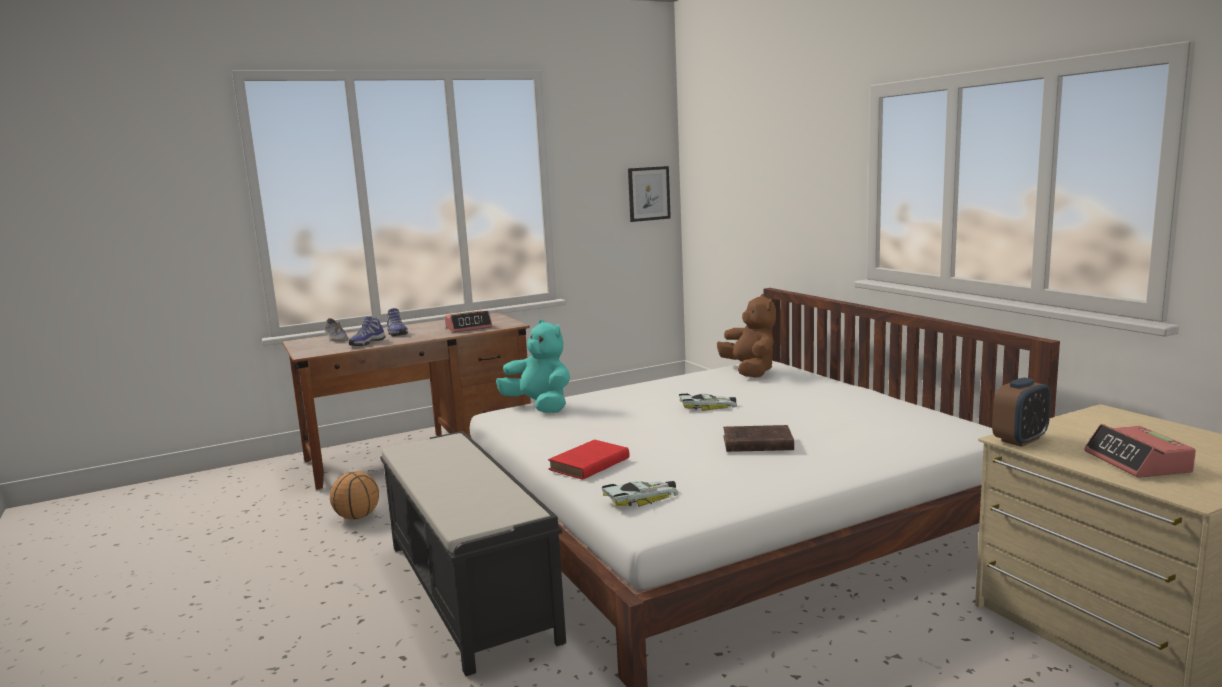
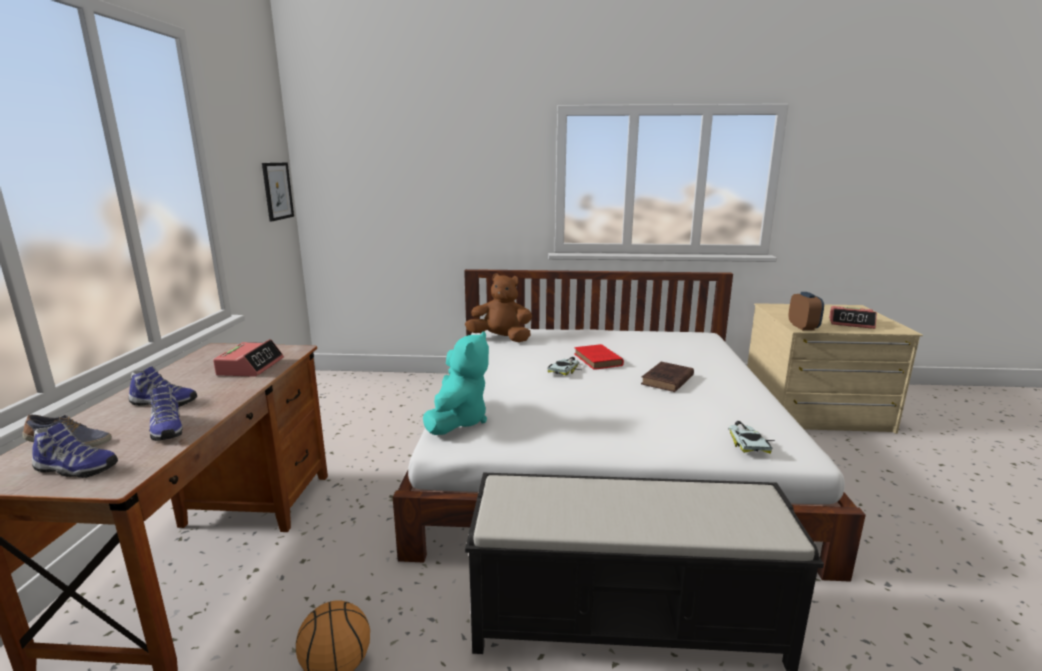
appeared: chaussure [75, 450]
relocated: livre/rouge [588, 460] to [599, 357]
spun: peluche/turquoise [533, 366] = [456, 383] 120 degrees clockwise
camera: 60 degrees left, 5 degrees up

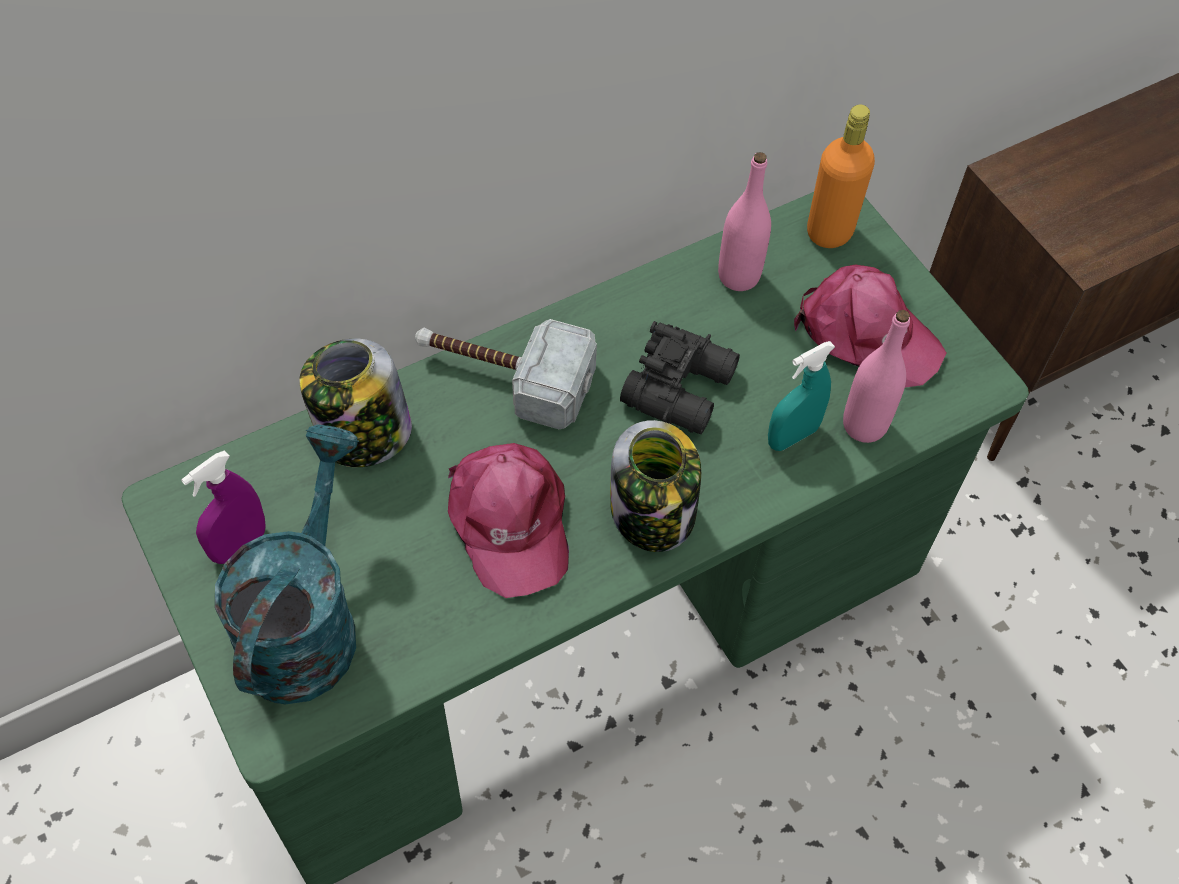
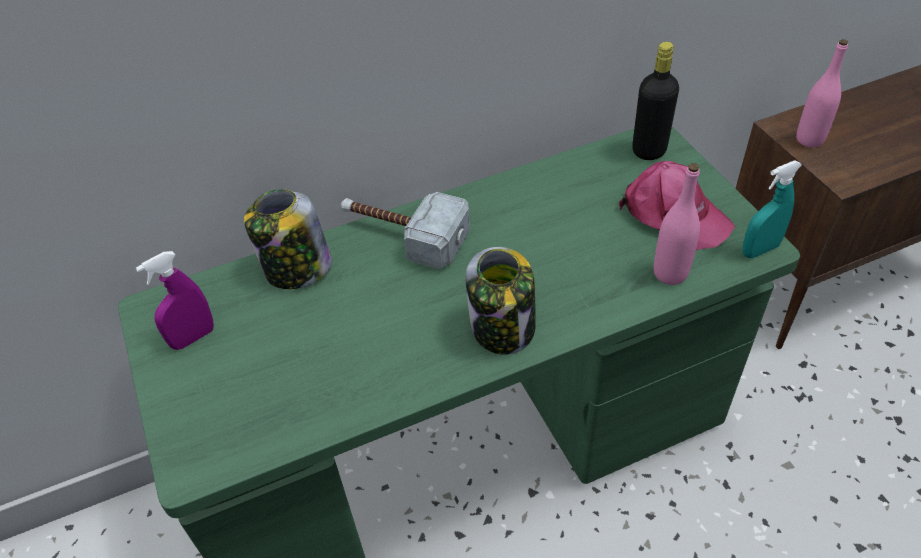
missing: arrosoir/turquoise [287, 564]; casquette/rose [508, 520]; jumelles/noir [680, 377]
relocated: bouteille/rose [744, 221] to [822, 93]; vaporisateur/turquoise [801, 396] to [772, 209]
colour: bouteille/orange [841, 176] to bouteille/noir [655, 101]
camera: 10 degrees right, 10 degrees down

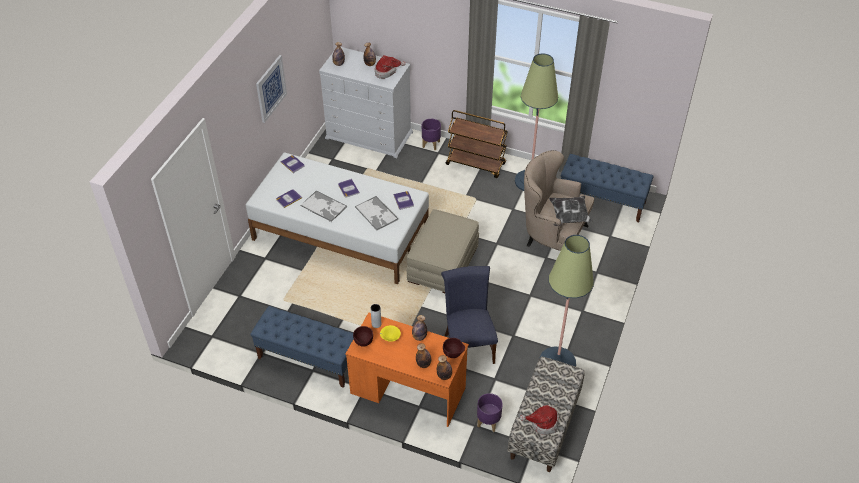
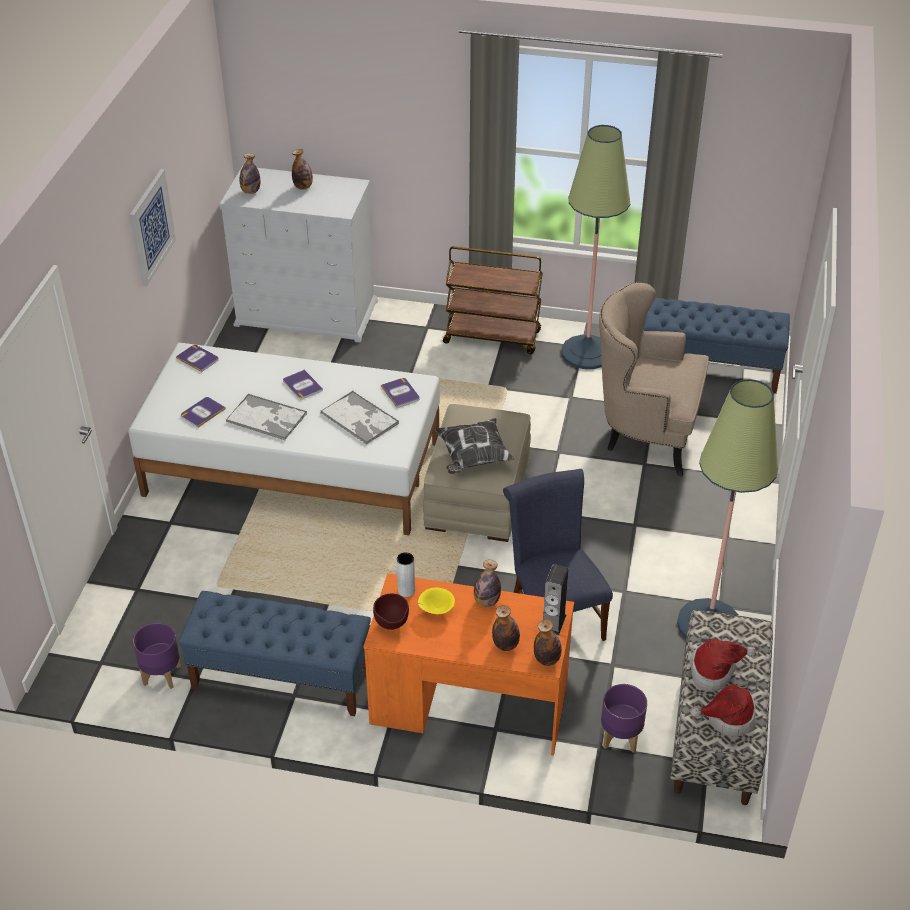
relocated: chapeau [390, 67] to [722, 665]; cache-pot/violet [431, 134] to [157, 656]; coussin [571, 211] to [475, 446]
exchanged: bol/marron [454, 348] to enceinte [555, 599]
camera: 10 degrees left, 5 degrees down

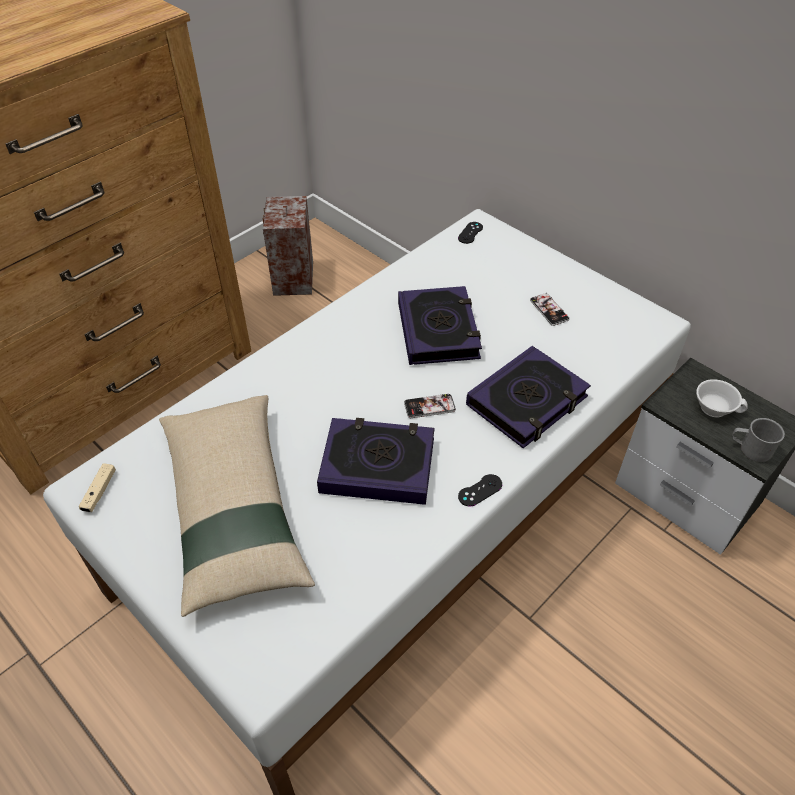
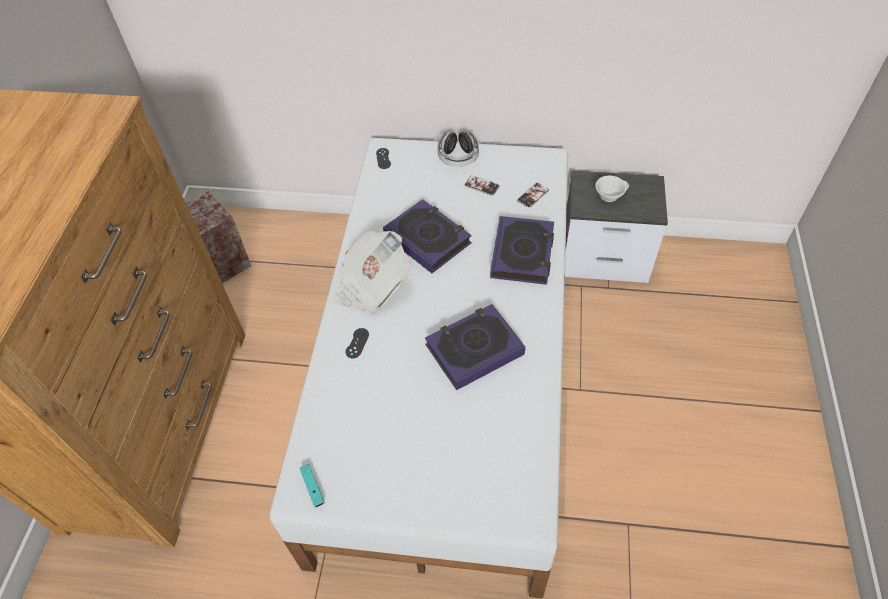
missing: coussin/beige [237, 506]; mug/gris [758, 440]
appeared: journal [372, 272]; casque audio [458, 149]
relocated: téléphone [430, 405] to [533, 195]; manette/noir [480, 490] to [357, 343]
colour: manette/beige [97, 487] to manette/turquoise [312, 486]
camera: 35 degrees left, 5 degrees up

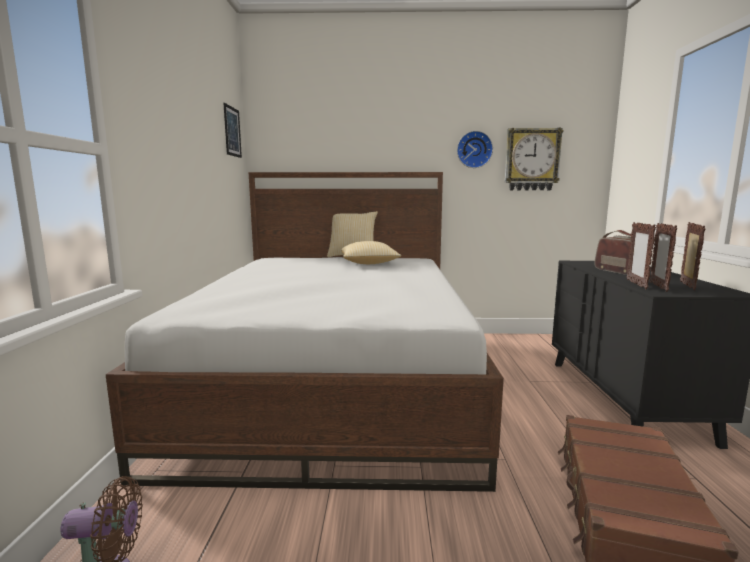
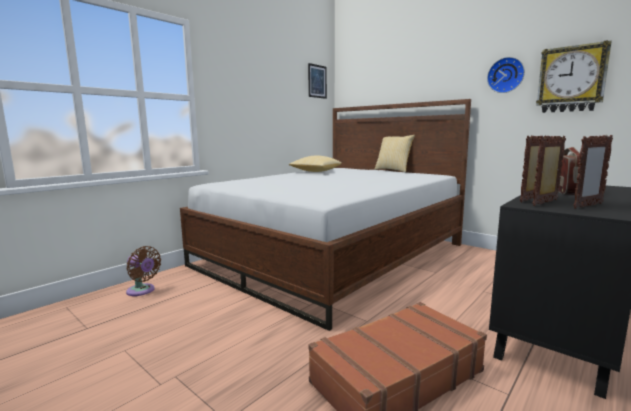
relocated: coussin [371, 252] to [315, 164]
camera: 40 degrees right, 0 degrees up

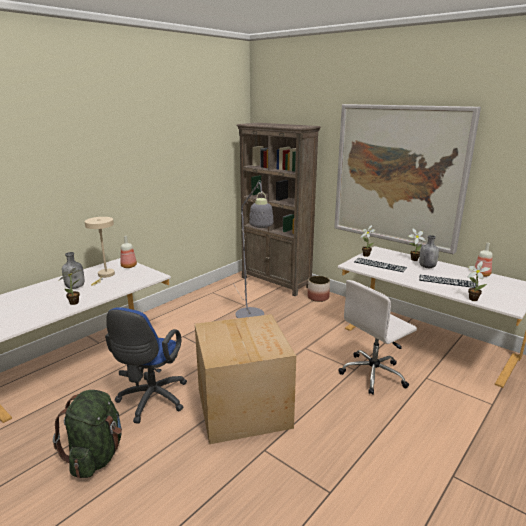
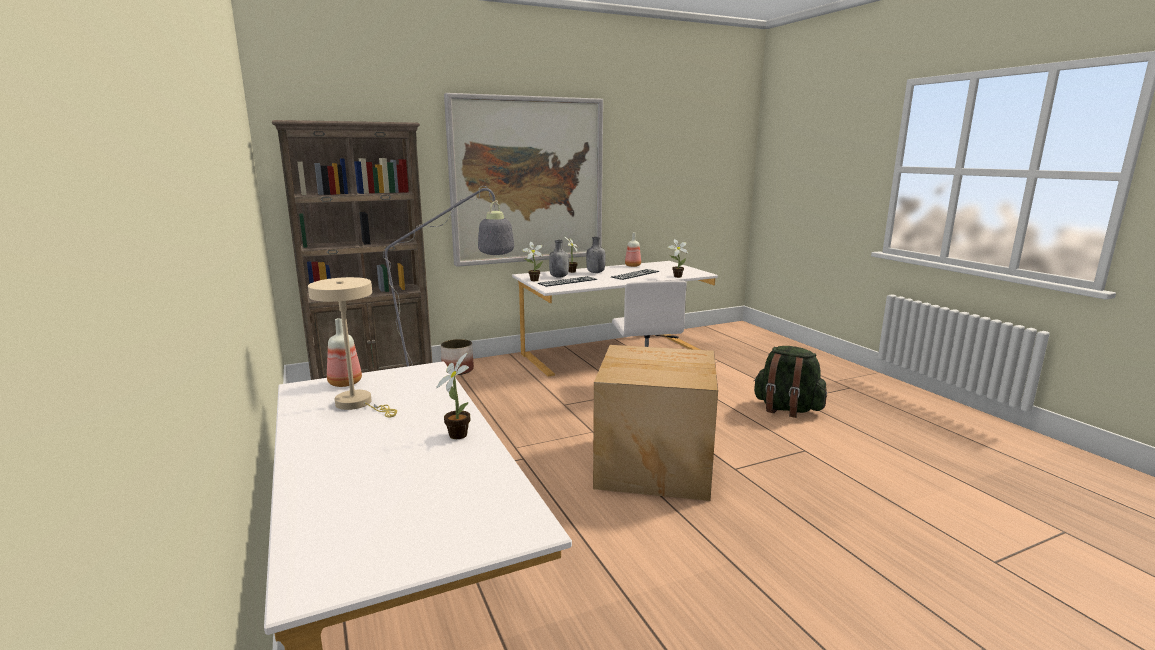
missing: chaise de bureau/bleu [146, 365]
relocated: sac à dos/vert [87, 434] to [790, 382]; bouteille/gris [73, 270] to [559, 259]
camera: 65 degrees left, 5 degrees down

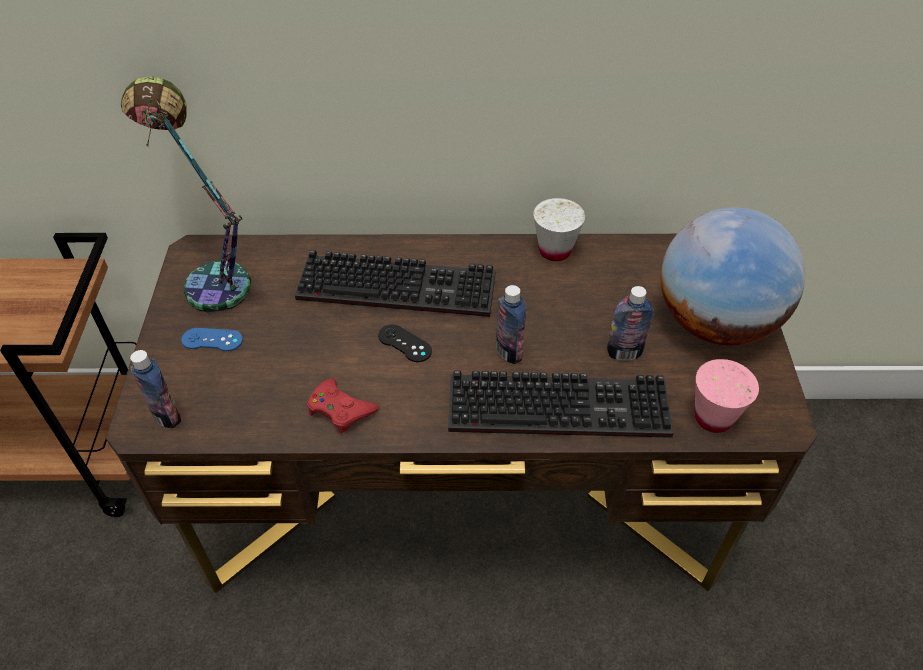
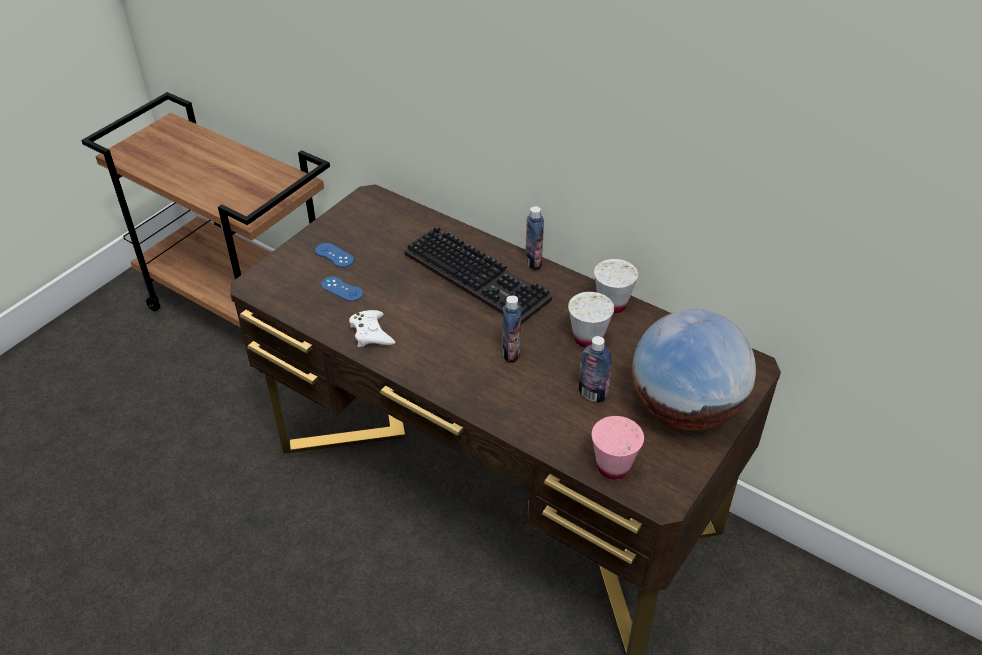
missing: lampe de table [186, 194]; manette/noir [405, 343]; clavier [561, 404]
appeared: manette/bleu [342, 288]; tasse/blanc [591, 320]
relocated: bouteille [155, 389] to [534, 238]
colour: manette/rouge [343, 406] to manette/blanc [372, 328]
camera: 35 degrees right, 5 degrees down

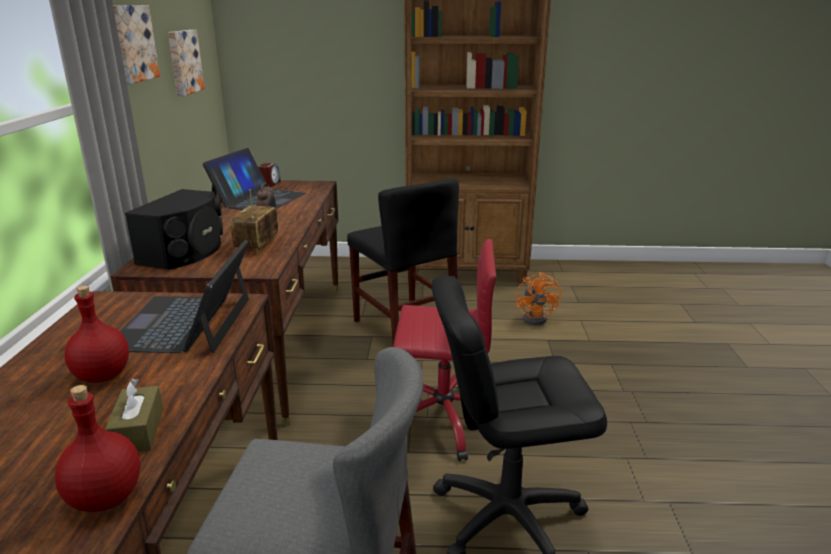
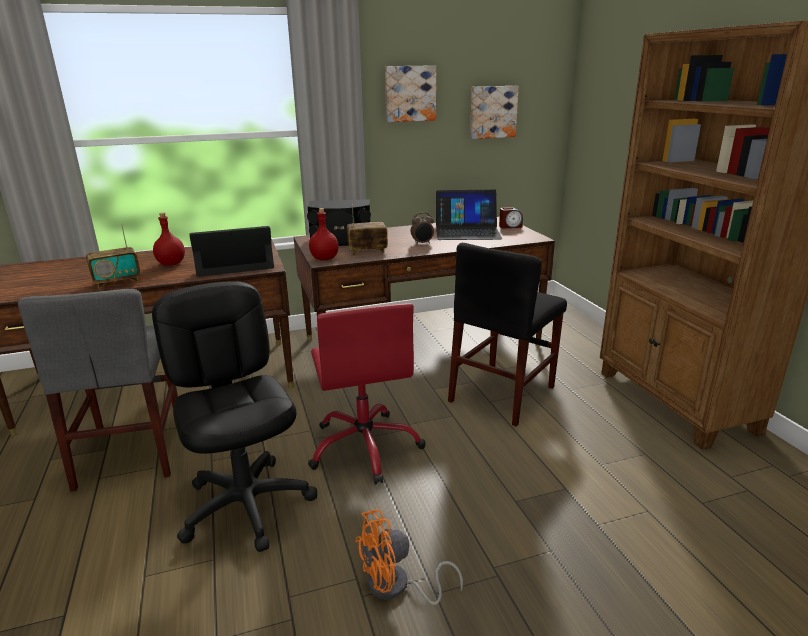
relocated: bouteille/rouge [97, 448] to [324, 234]; ventilateur/orange [538, 298] to [409, 557]
exchanged: boîte à mouchoirs/marron [134, 415] to radio [113, 255]
camera: 70 degrees right, 0 degrees up

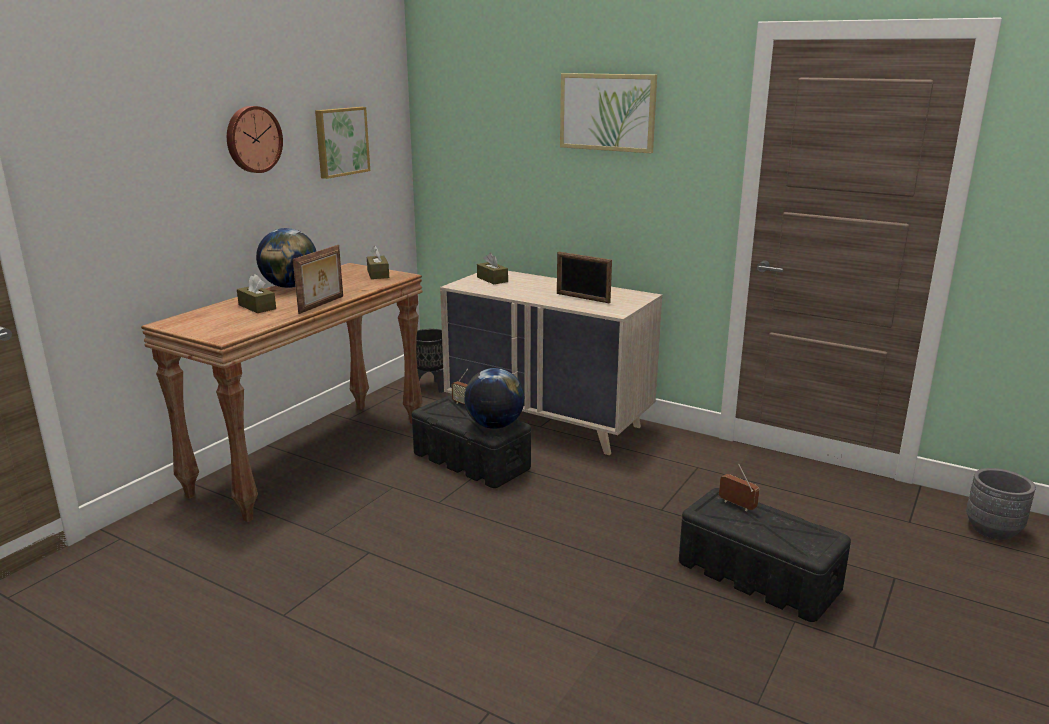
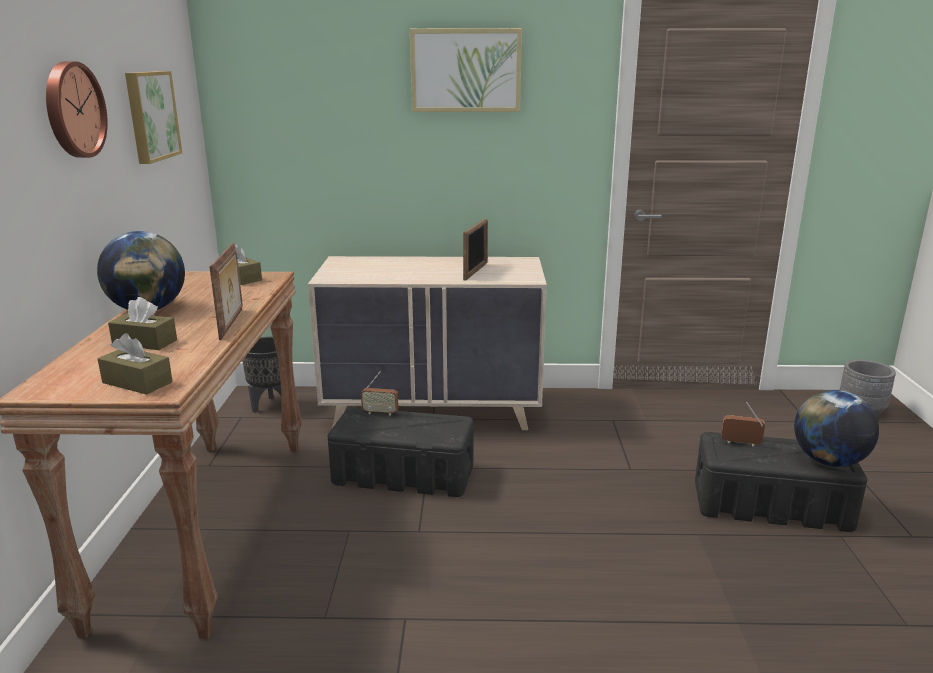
relocated: globe [494, 398] to [836, 428]; boîte à mouchoirs/marron [492, 268] to [135, 364]
spun: cadre photo [584, 277] = [475, 250] 75 degrees counterclockwise
camera: 30 degrees left, 0 degrees up

